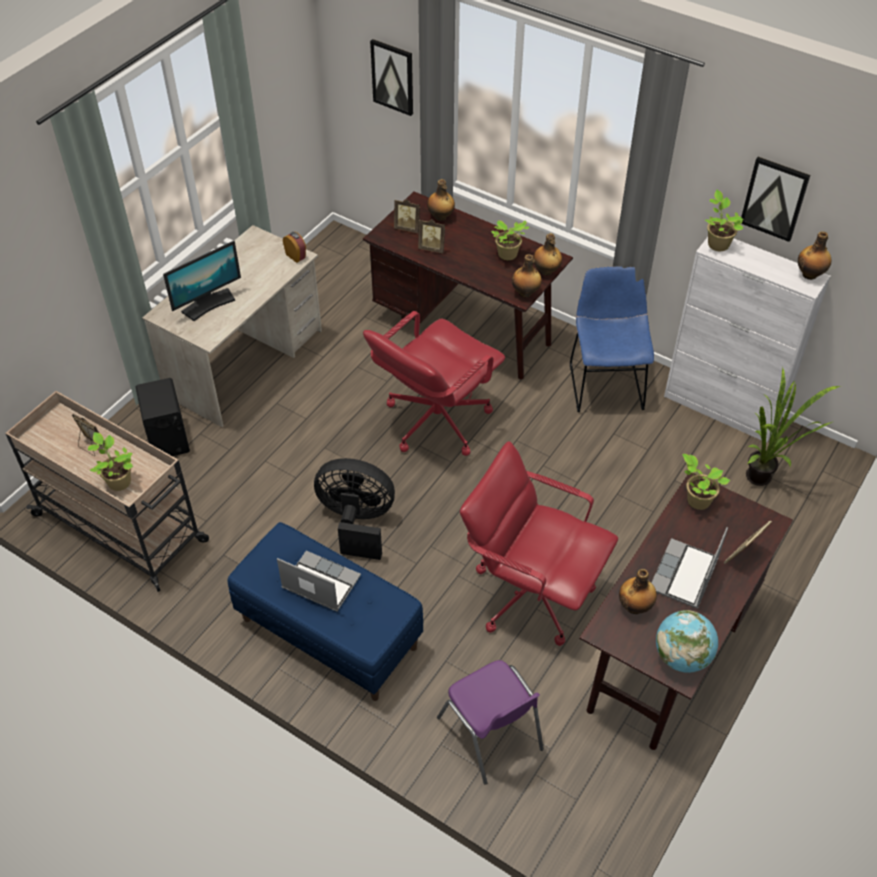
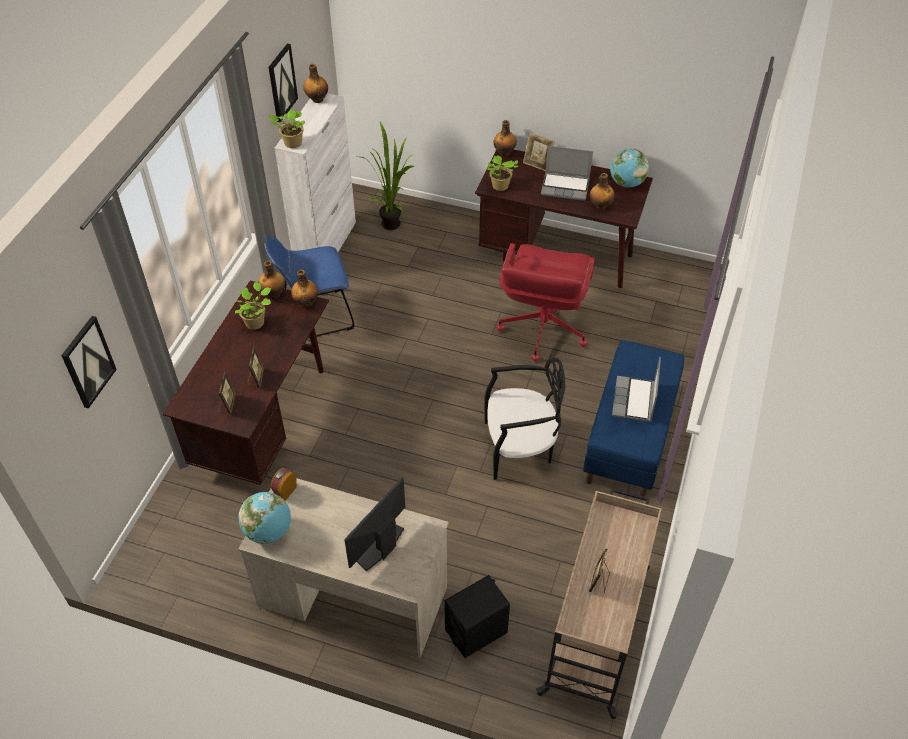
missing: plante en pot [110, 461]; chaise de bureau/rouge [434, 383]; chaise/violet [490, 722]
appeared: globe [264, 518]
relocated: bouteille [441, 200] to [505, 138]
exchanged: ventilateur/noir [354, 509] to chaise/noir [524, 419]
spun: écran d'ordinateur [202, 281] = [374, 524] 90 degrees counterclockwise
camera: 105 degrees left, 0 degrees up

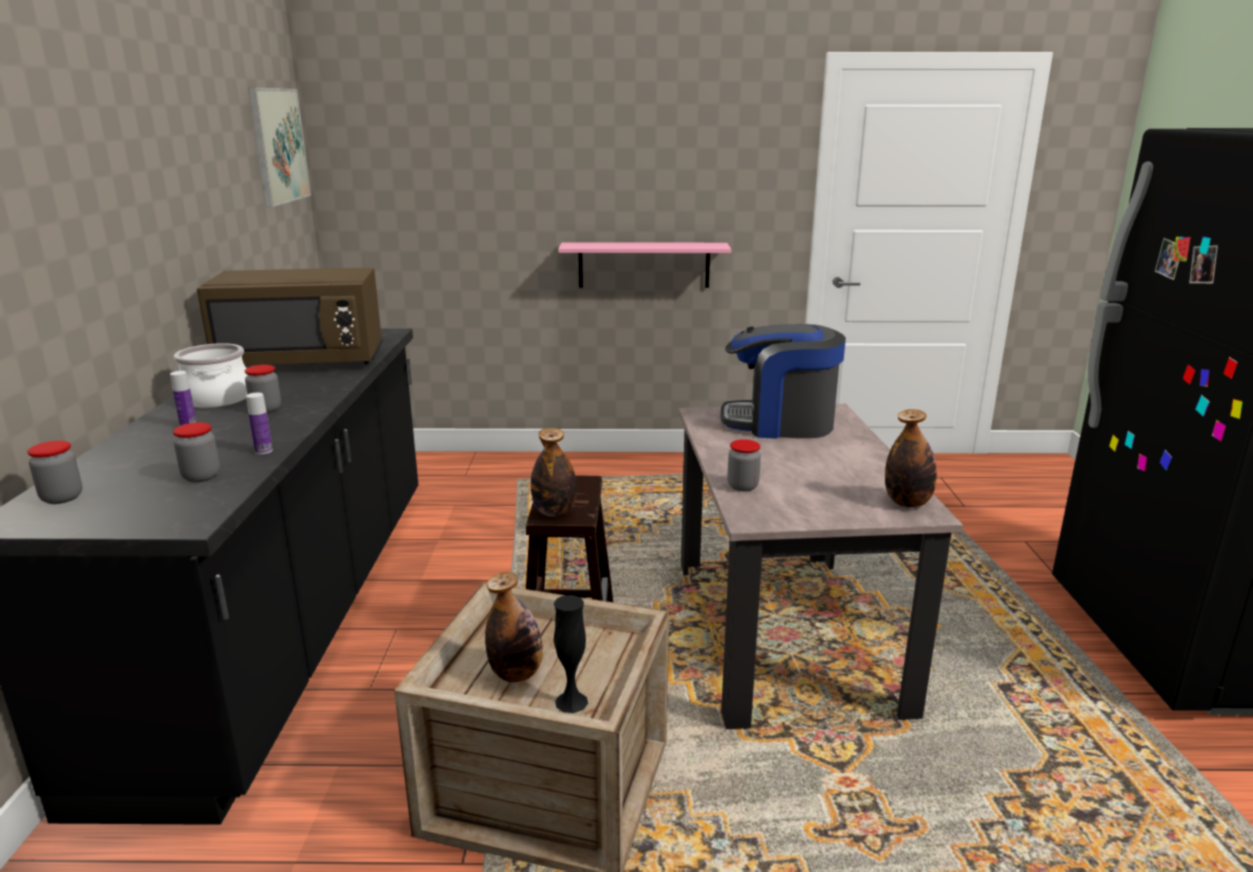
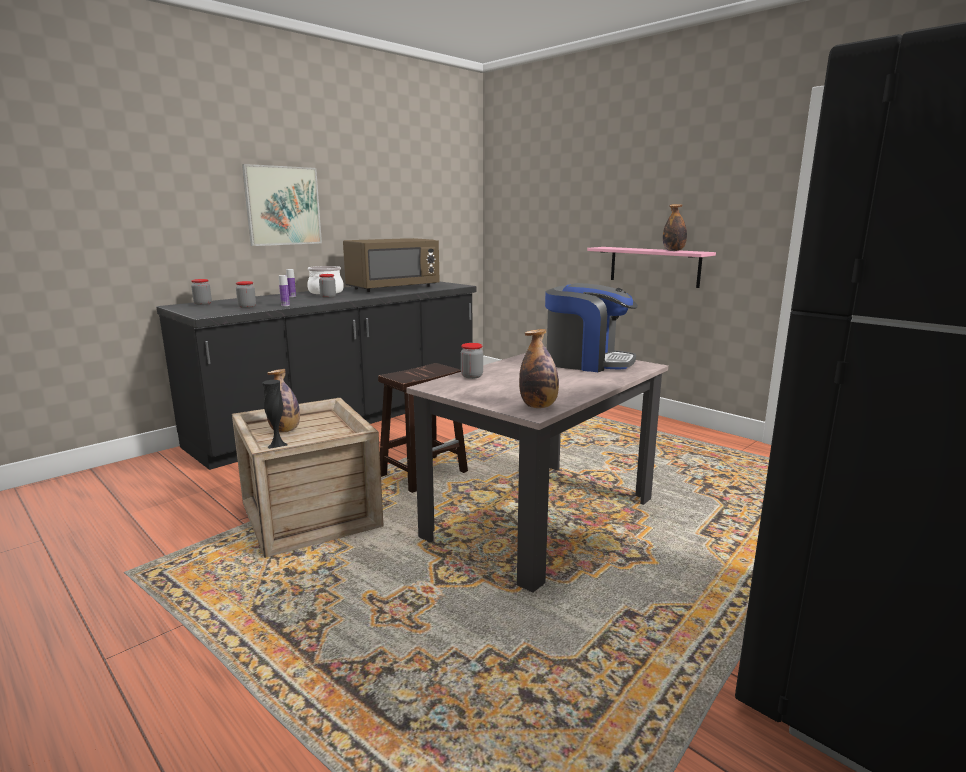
relocated: tableau [279, 147] to [282, 205]; bouteille [554, 472] to [675, 227]
spun: micro-ondes/marron [290, 317] = [391, 265] 75 degrees counterclockwise; machine à café [783, 381] = [591, 327] 150 degrees clockwise
camera: 45 degrees right, 5 degrees down

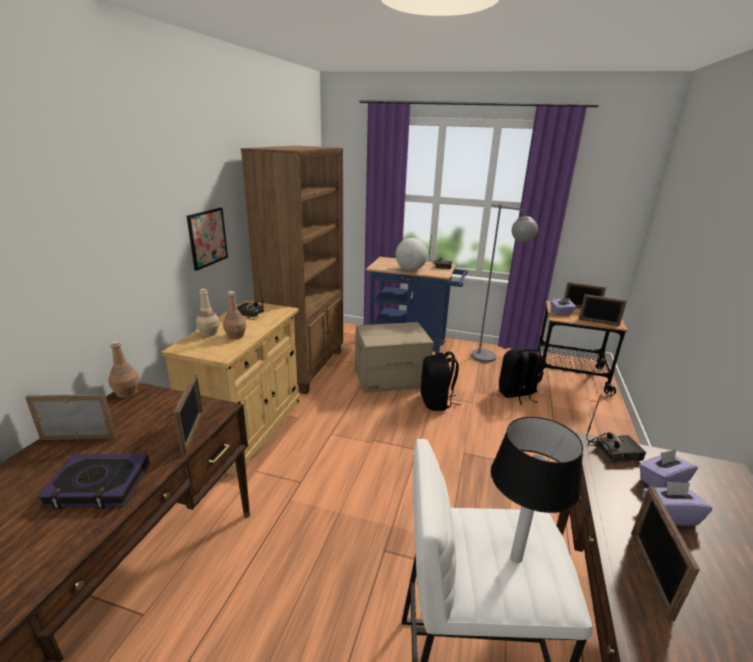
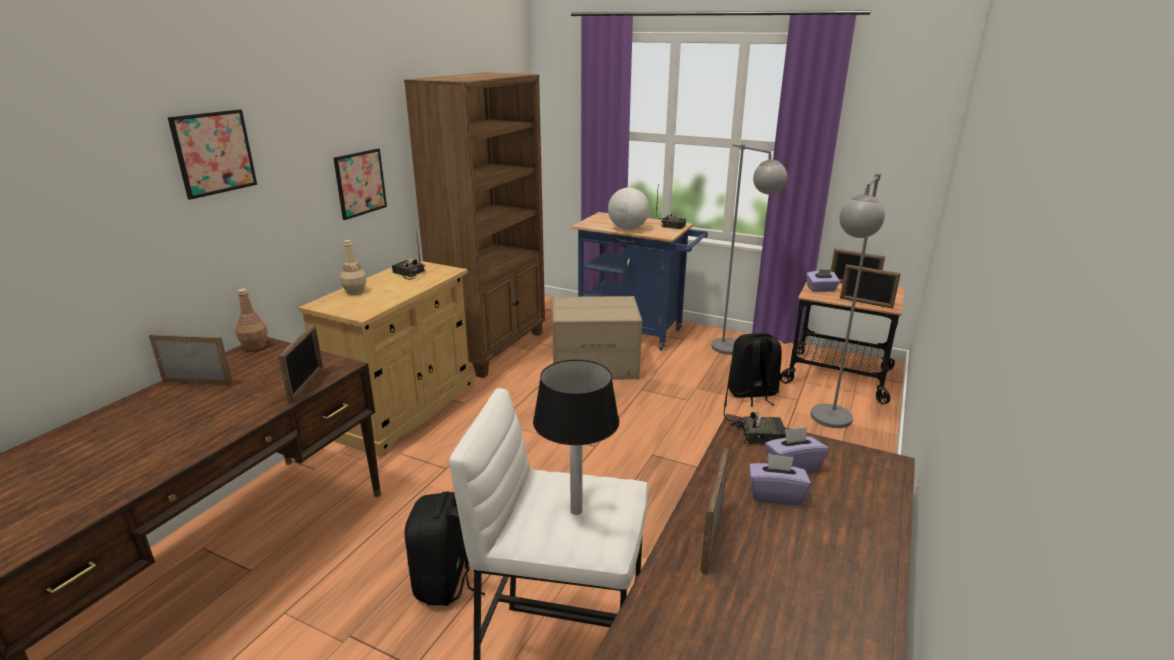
missing: livre [93, 481]; bouteille/marron [234, 315]
appeared: tableau [212, 154]; lampadaire/gris [848, 300]
relocated: sac à dos/noir [440, 381] to [445, 548]
camera: 10 degrees right, 0 degrees up

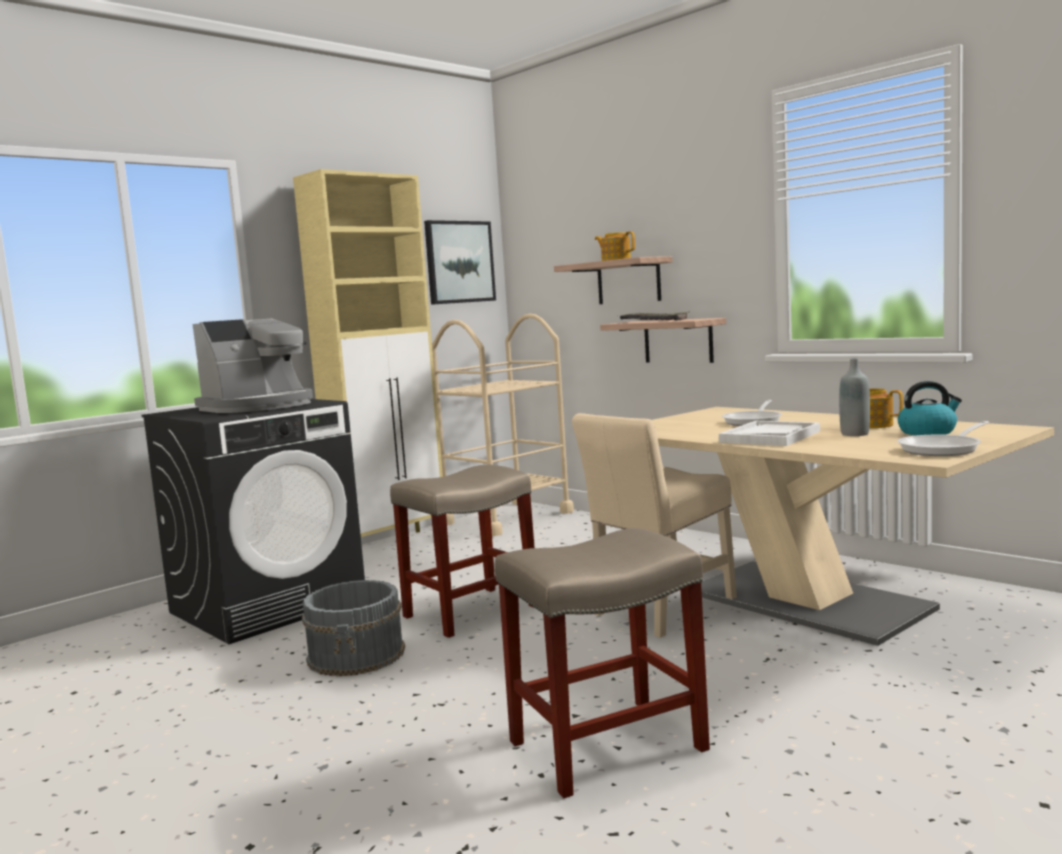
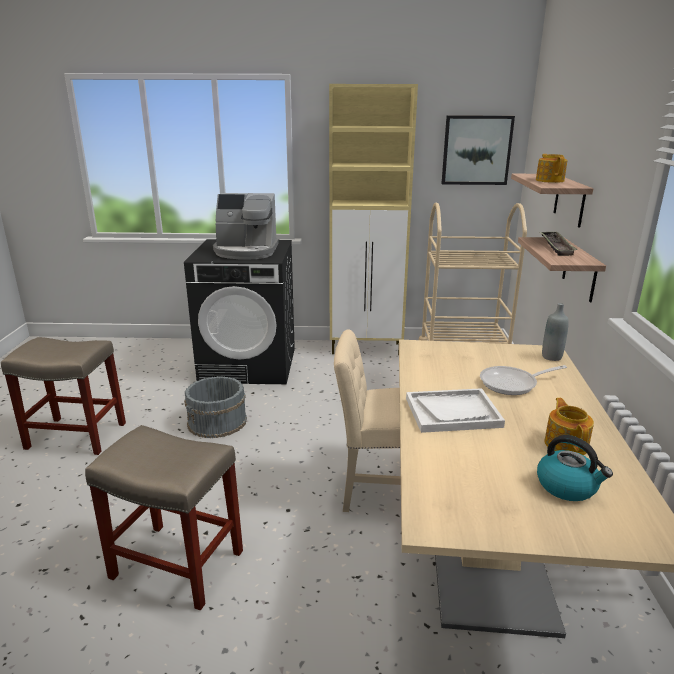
missing: poêle [943, 438]
relocated: tabouret/beige [462, 551] to [63, 396]; bouteille/gris [854, 397] to [555, 332]
camera: 45 degrees right, 15 degrees up

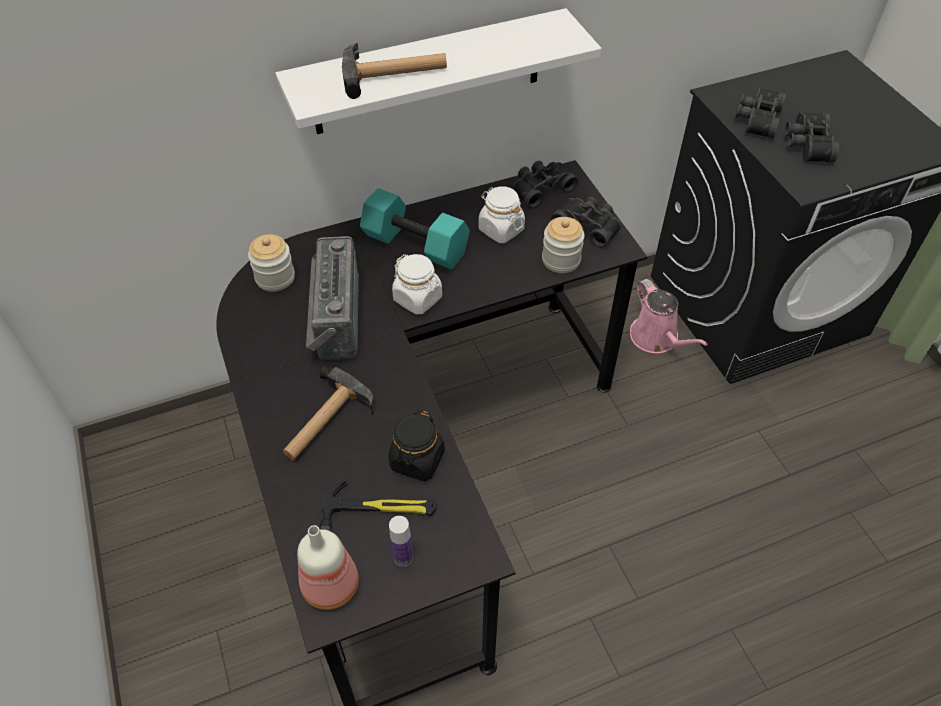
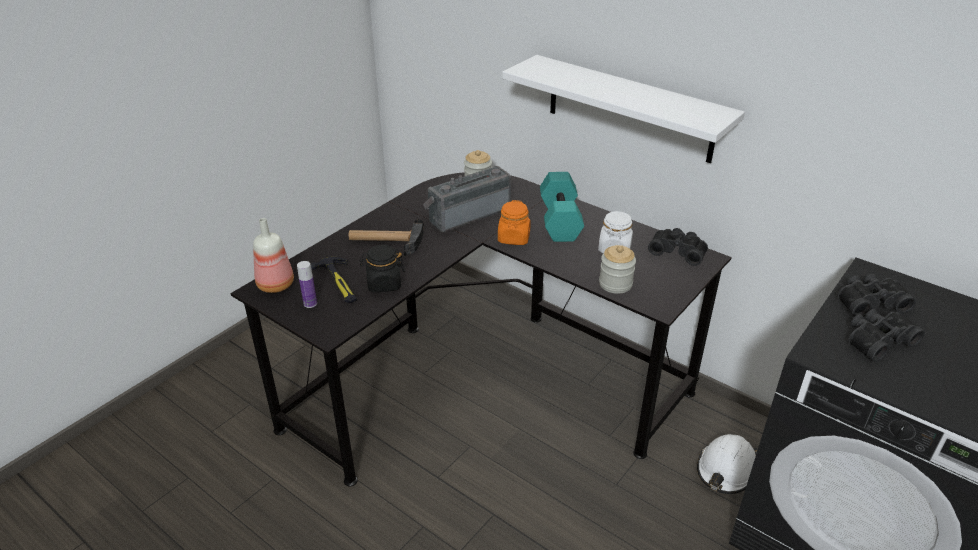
missing: marteau [394, 70]; jumelles/noir [586, 222]
exchanged: arrosoir/rose [669, 316] to casque de chantier/blanc [727, 464]
colour: bocal/blanc [417, 284] to bocal/orange [514, 222]
camera: 60 degrees right, 15 degrees down

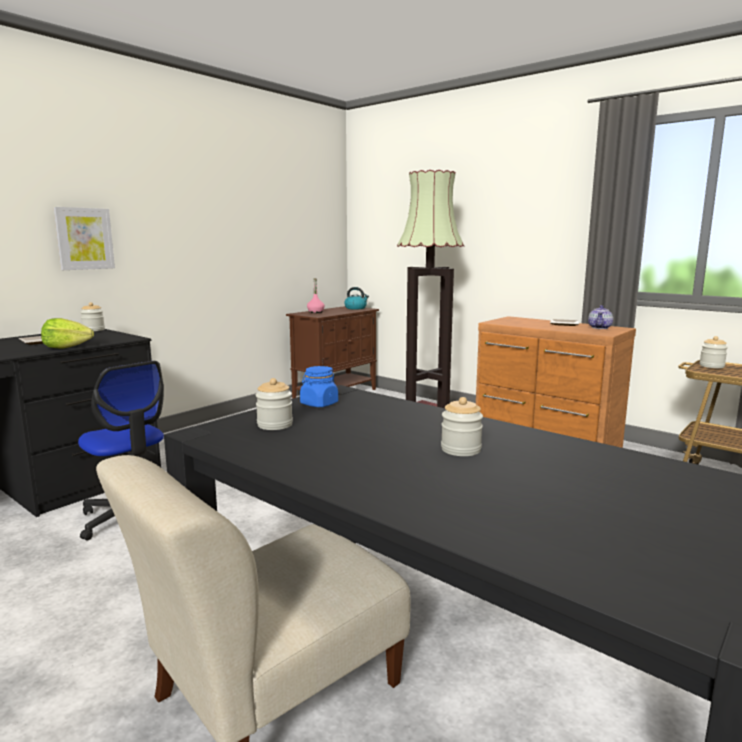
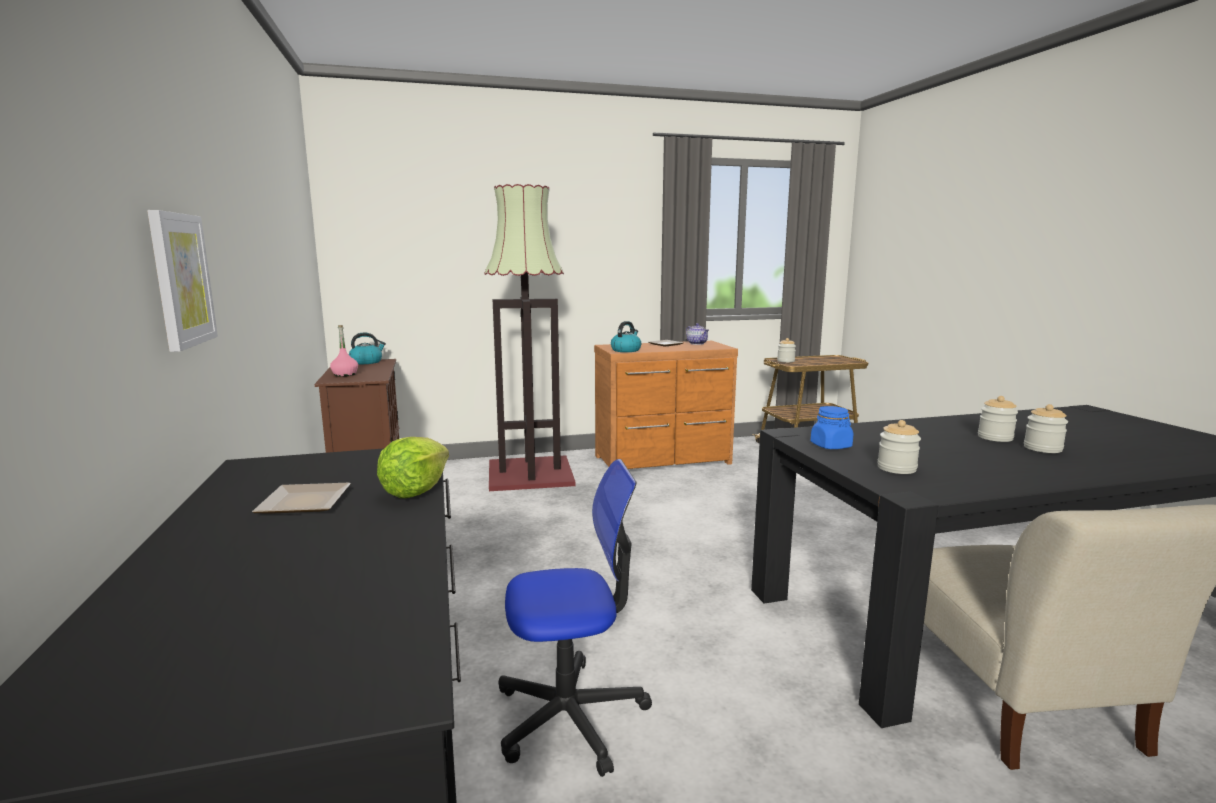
appeared: bouilloire [626, 336]
relocated: bocal [92, 316] to [1046, 428]
camera: 55 degrees left, 0 degrees up

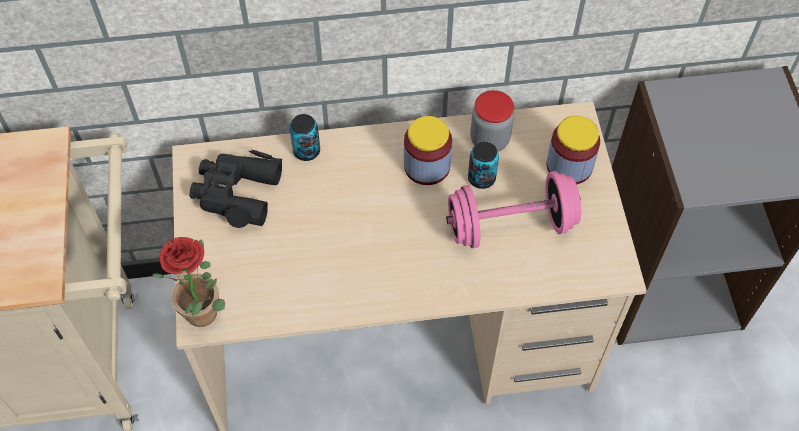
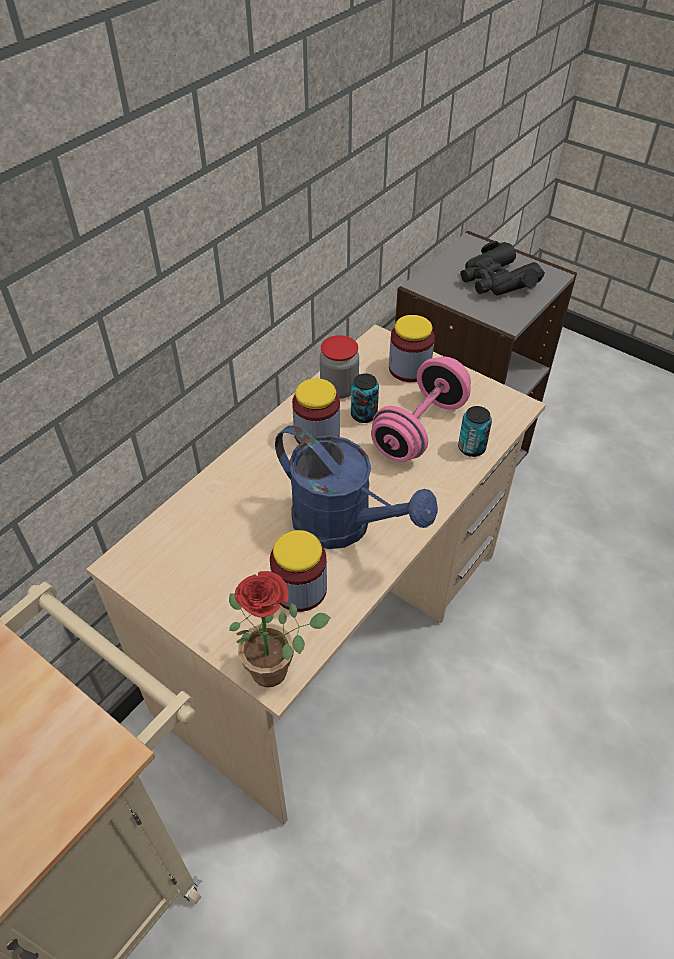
appeared: bocal [298, 571]; arrosoir/bleu [356, 487]
relocated: jumelles/noir [235, 189] to [502, 268]; boîte métallique [304, 137] to [475, 431]
camera: 45 degrees left, 10 degrees down

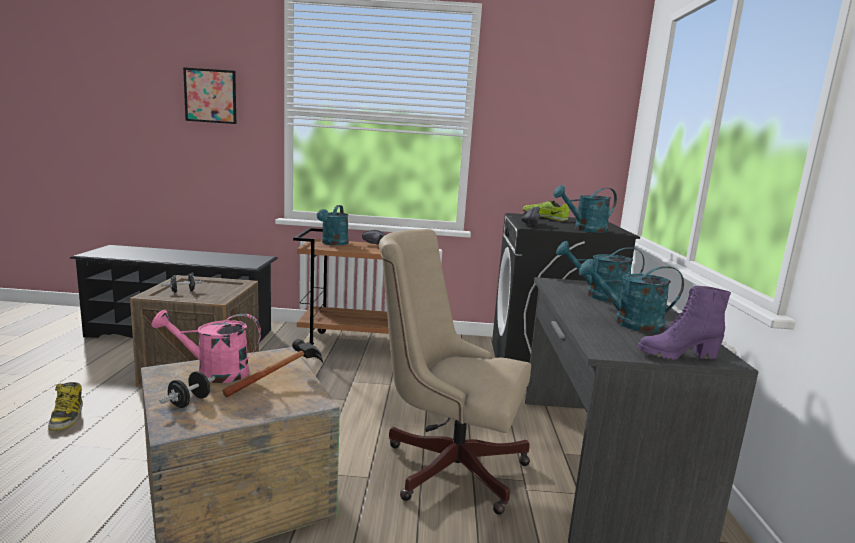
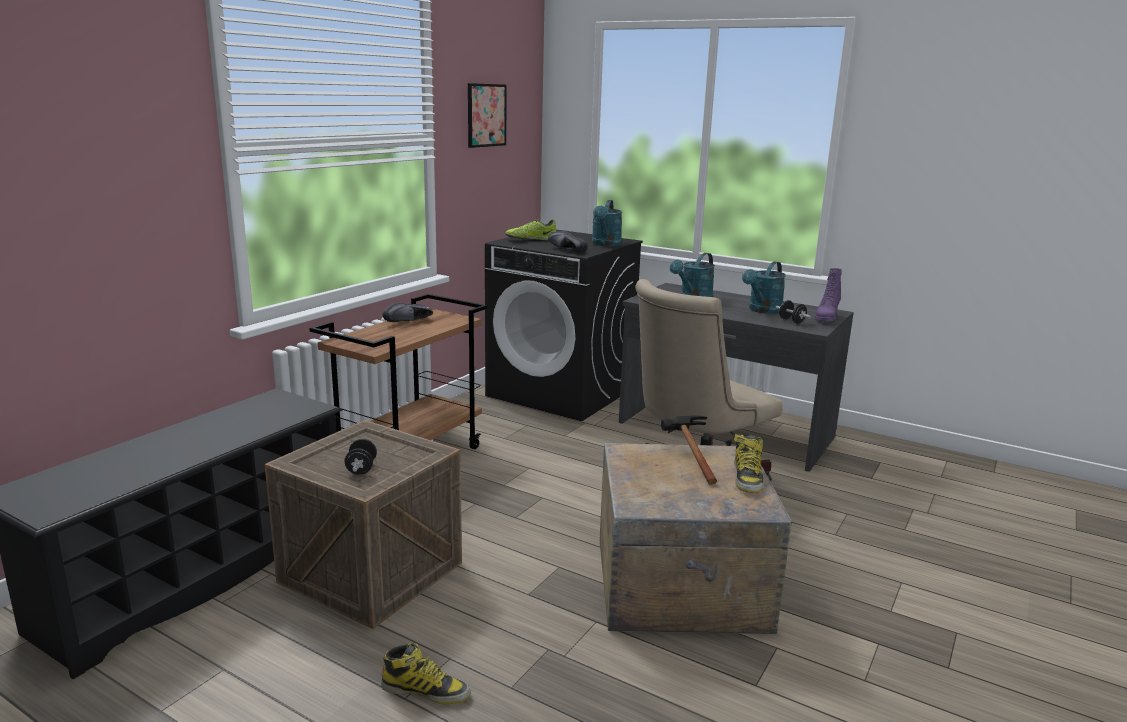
missing: arrosoir/rose [206, 346]; arrosoir/turquoise [333, 225]
appeared: botte [749, 463]
relocated: haltère/noir [187, 389] to [793, 311]; tableau [209, 95] to [487, 115]
camera: 60 degrees left, 5 degrees up

